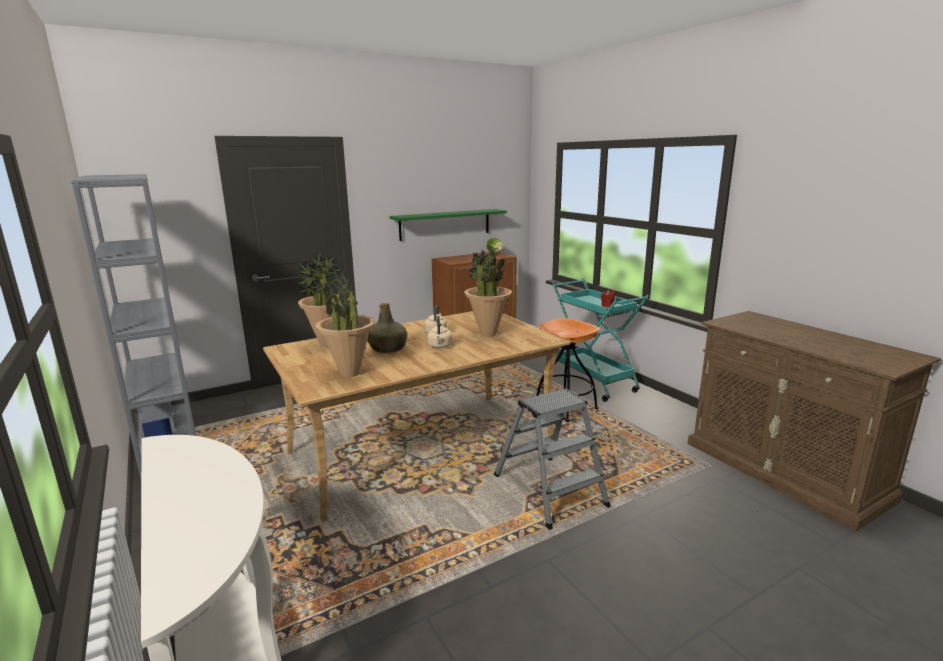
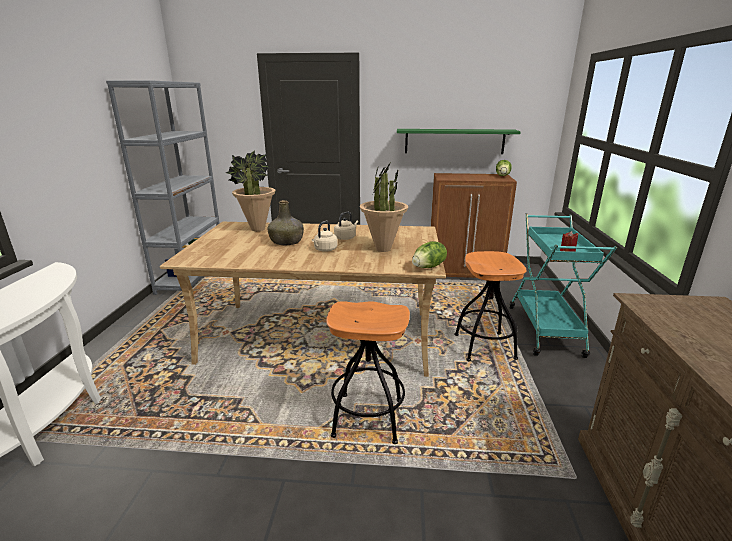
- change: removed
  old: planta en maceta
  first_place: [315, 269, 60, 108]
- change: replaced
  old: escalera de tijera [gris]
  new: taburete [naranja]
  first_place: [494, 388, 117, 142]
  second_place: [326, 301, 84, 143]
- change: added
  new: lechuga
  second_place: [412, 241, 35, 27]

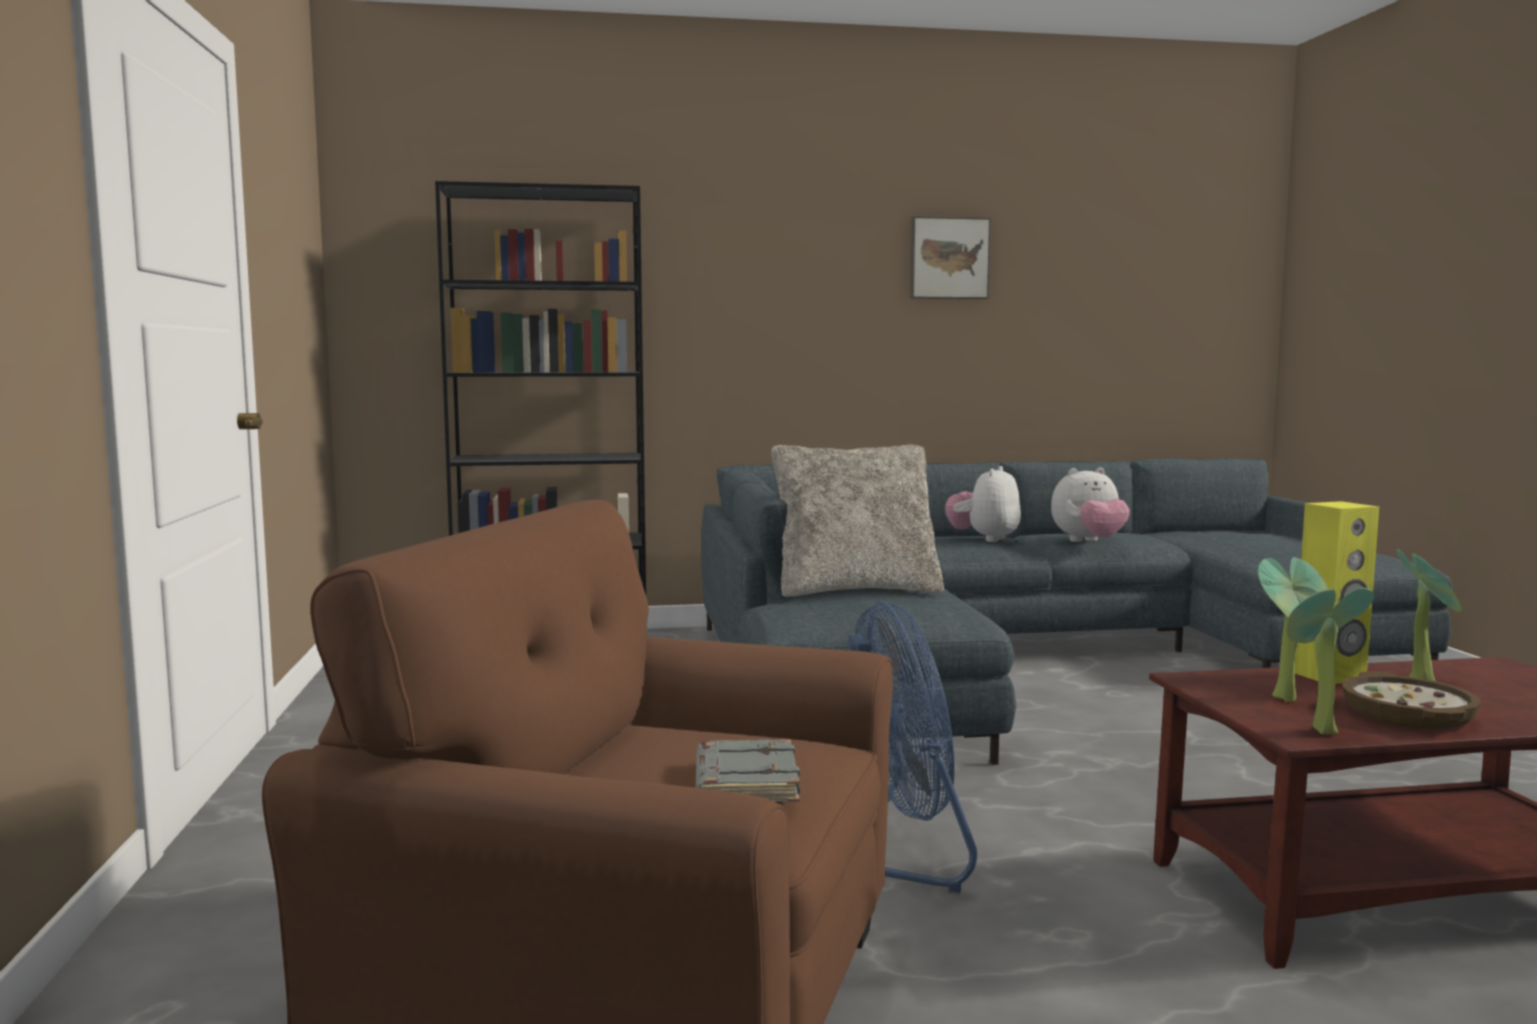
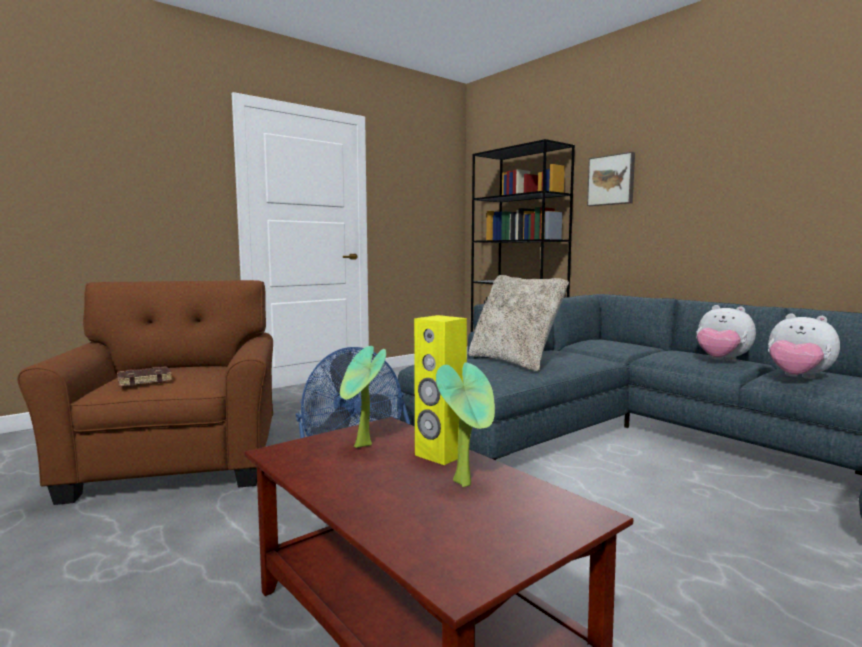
- change: recoloured
  old: libro [gris]
  new: libro [marrón]
  first_place: [696, 739, 104, 63]
  second_place: [117, 366, 55, 20]
- change: moved
  old: cuadro
  first_place: [910, 216, 81, 83]
  second_place: [587, 152, 48, 54]
- change: turned
  old: peluche
  first_place: [945, 466, 76, 76]
  second_place: [697, 305, 59, 56]
  degrees: -135
- change: removed
  old: planta en maceta
  first_place: [1286, 588, 88, 146]
- change: removed
  old: cuenco
  first_place: [1342, 671, 139, 58]

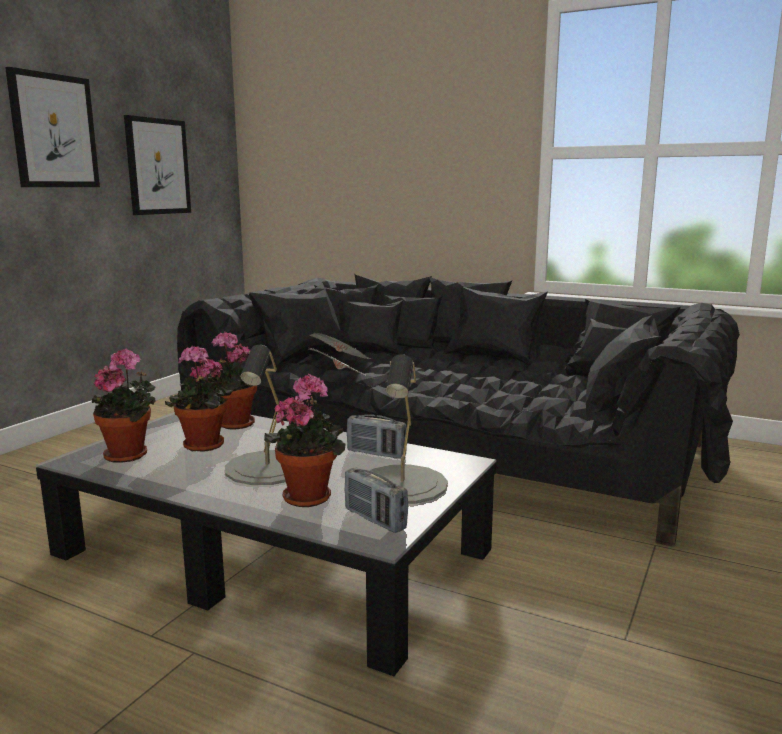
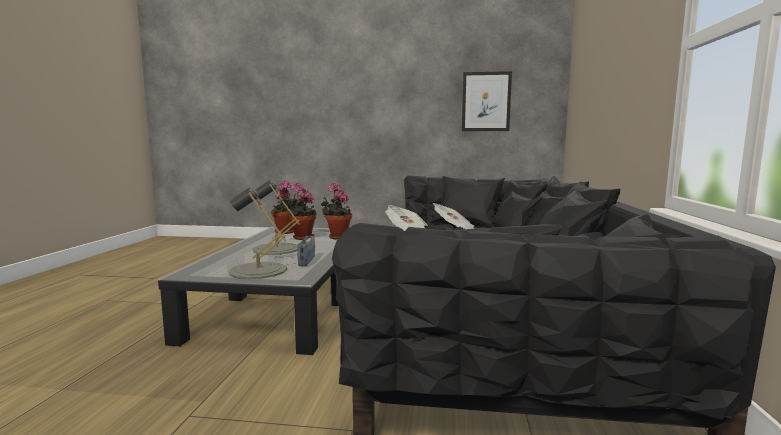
- change: removed
  old: cuadro
  first_place: [5, 67, 95, 120]
- change: removed
  old: planta en maceta
  first_place: [264, 374, 82, 133]
- change: removed
  old: radio
  first_place: [344, 467, 64, 66]

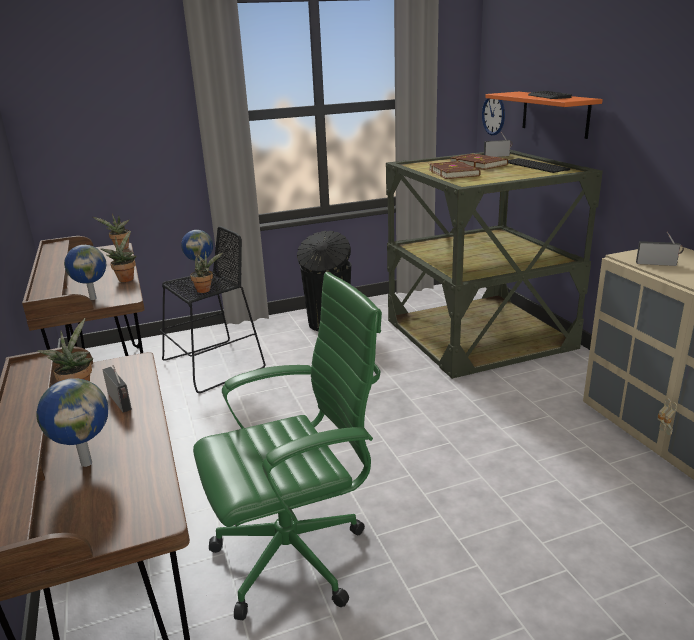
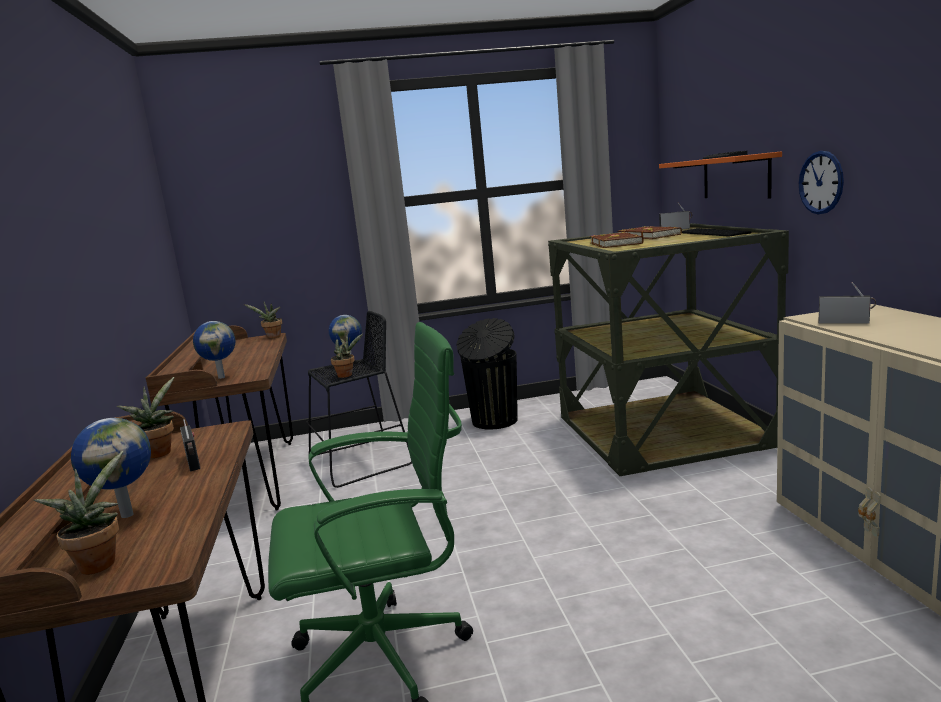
- change: moved
  old: planta en maceta
  first_place: [101, 231, 36, 51]
  second_place: [34, 451, 89, 124]
- change: moved
  old: reloj de pared
  first_place: [482, 98, 23, 37]
  second_place: [799, 151, 45, 63]

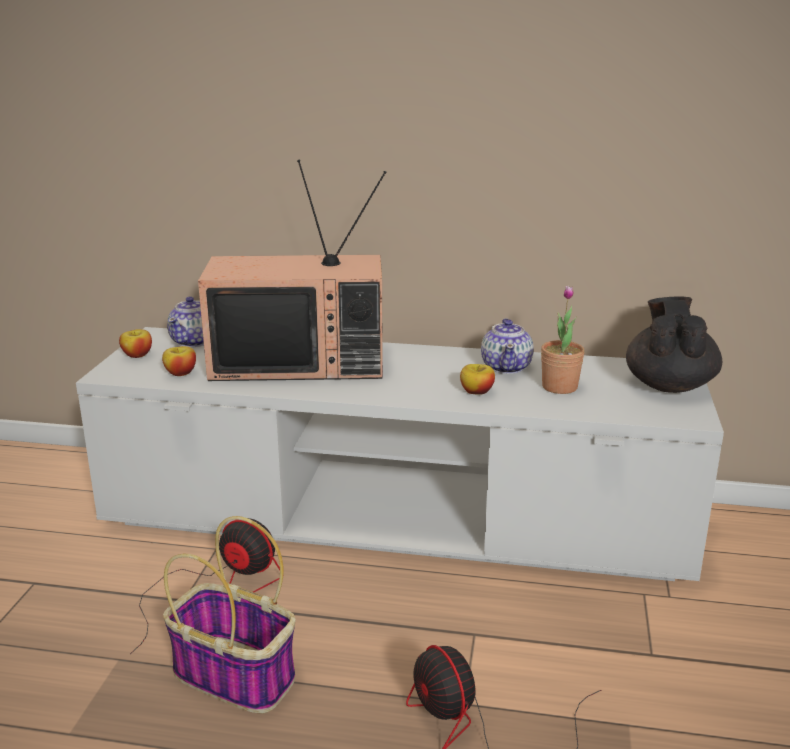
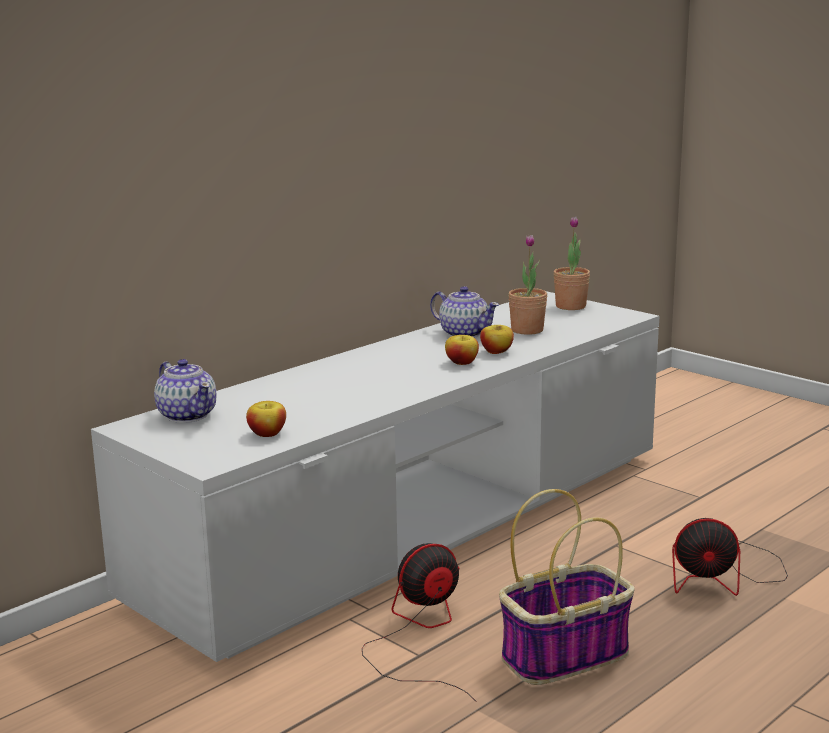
- change: moved
  old: manzana
  first_place: [119, 329, 33, 29]
  second_place: [445, 335, 34, 30]
- change: removed
  old: televisor
  first_place: [198, 160, 189, 221]
- change: replaced
  old: tetera [negro]
  new: planta en maceta
  first_place: [626, 296, 96, 97]
  second_place: [553, 217, 37, 93]

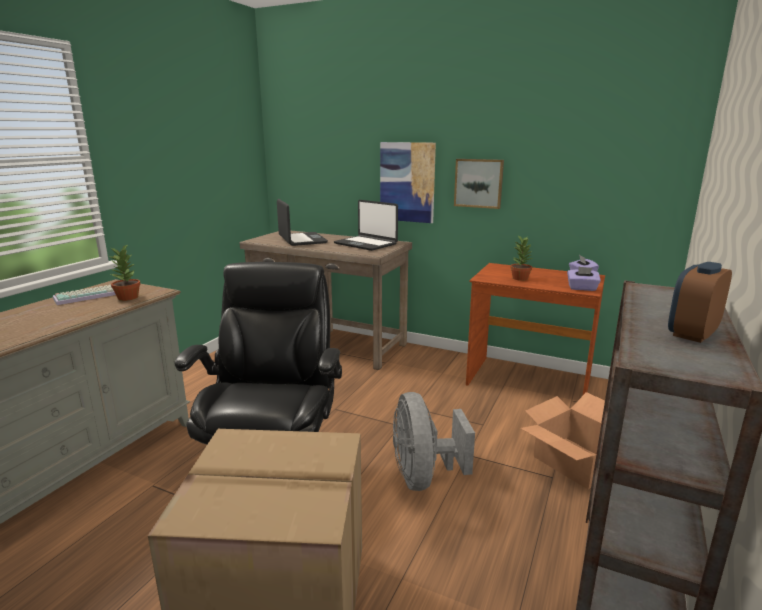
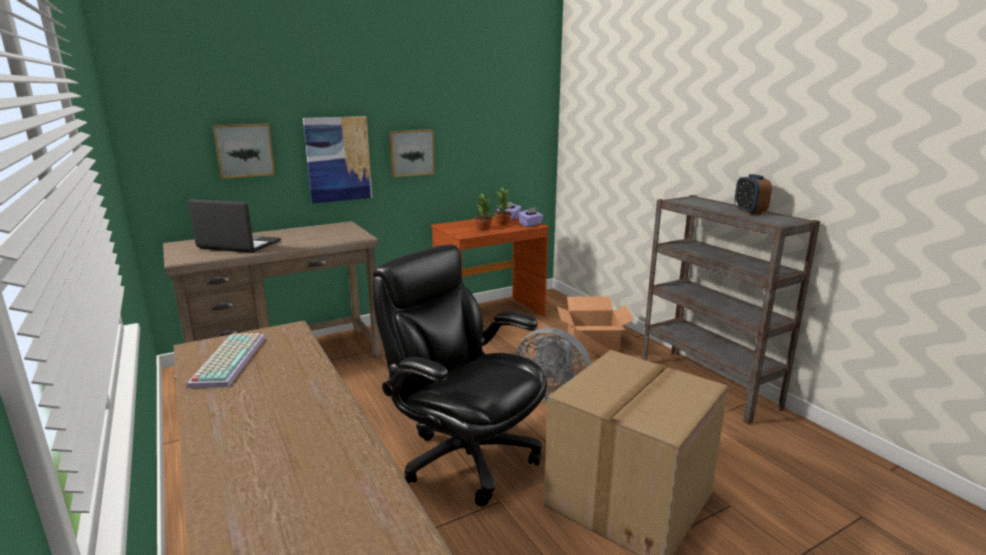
- change: moved
  old: planta en maceta
  first_place: [110, 244, 30, 57]
  second_place: [494, 188, 18, 37]
- change: removed
  old: portátil
  first_place: [334, 200, 64, 51]
- change: added
  new: cuadro
  second_place: [213, 123, 62, 56]

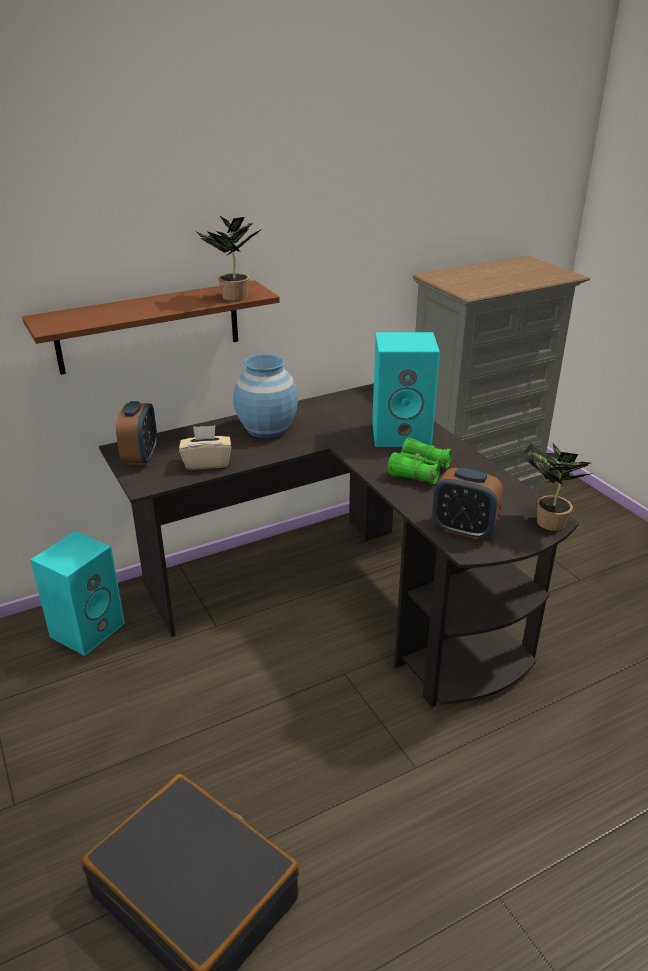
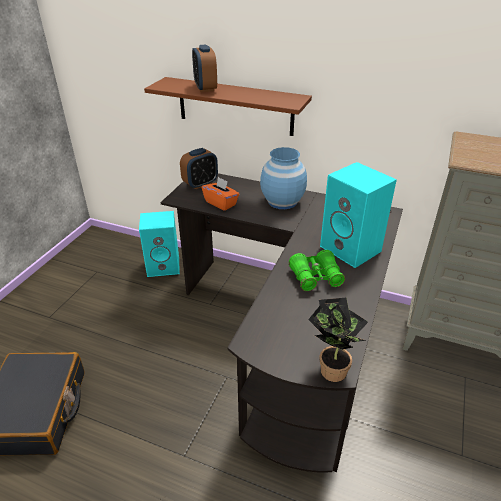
- change: recoloured
  old: caja de pañuelos [beis]
  new: caja de pañuelos [naranja]
  first_place: [179, 425, 52, 45]
  second_place: [202, 177, 37, 34]
- change: removed
  old: planta en maceta
  first_place: [194, 216, 69, 85]
- change: moved
  old: despertador
  first_place: [432, 468, 71, 72]
  second_place: [192, 45, 25, 47]

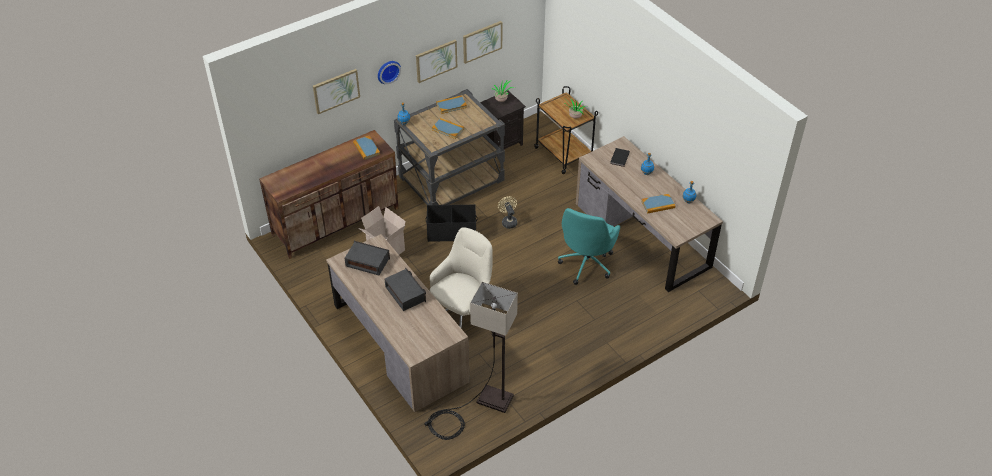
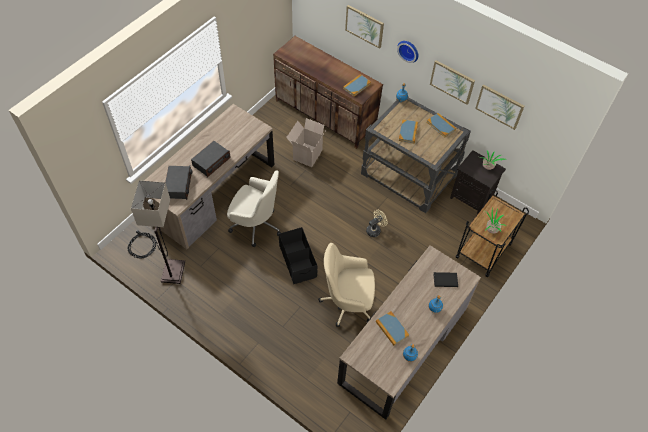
- change: moved
  old: radio
  first_place: [344, 241, 46, 34]
  second_place: [165, 165, 27, 35]
- change: moved
  old: caja de almacenaje [negro]
  first_place: [425, 204, 52, 38]
  second_place: [279, 227, 39, 57]
- change: recoloured
  old: silla de oficina [turquesa]
  new: silla de oficina [beis]
  first_place: [558, 208, 62, 77]
  second_place: [318, 243, 57, 84]

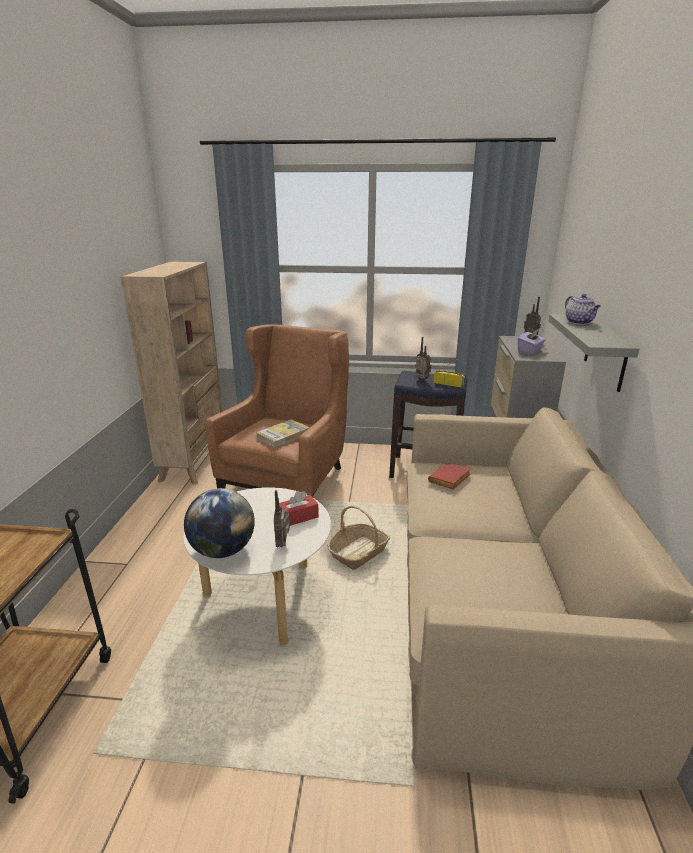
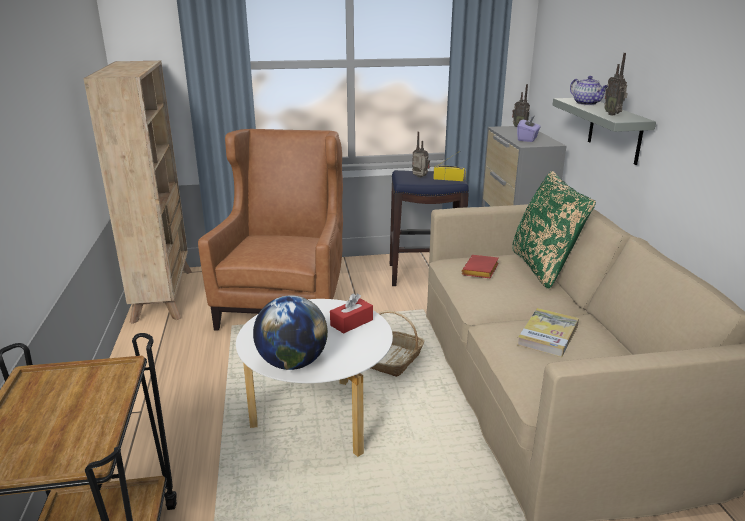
- change: moved
  old: libro
  first_place: [256, 419, 54, 28]
  second_place: [517, 308, 62, 49]
- change: moved
  old: radio
  first_place: [274, 490, 16, 57]
  second_place: [604, 53, 24, 62]
- change: added
  new: cojín [verde]
  second_place: [512, 171, 84, 118]

